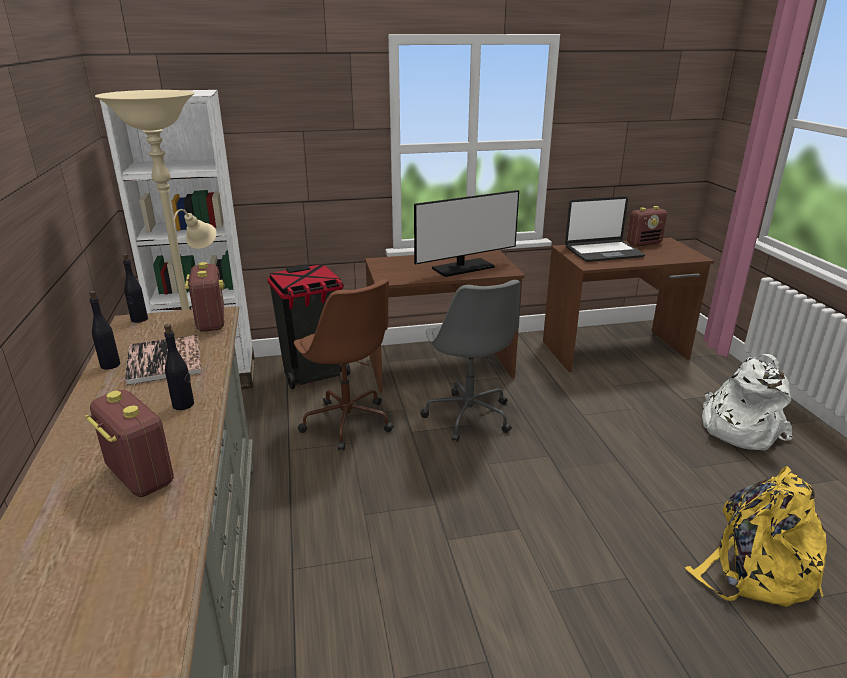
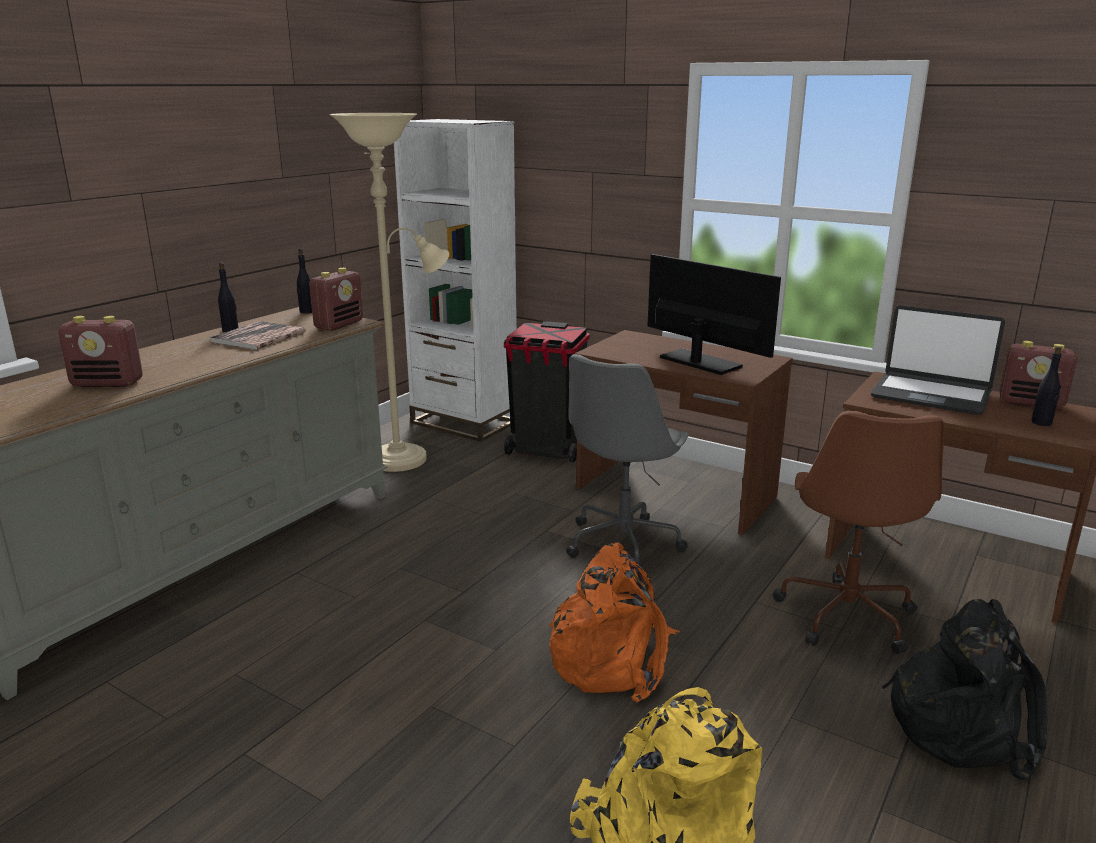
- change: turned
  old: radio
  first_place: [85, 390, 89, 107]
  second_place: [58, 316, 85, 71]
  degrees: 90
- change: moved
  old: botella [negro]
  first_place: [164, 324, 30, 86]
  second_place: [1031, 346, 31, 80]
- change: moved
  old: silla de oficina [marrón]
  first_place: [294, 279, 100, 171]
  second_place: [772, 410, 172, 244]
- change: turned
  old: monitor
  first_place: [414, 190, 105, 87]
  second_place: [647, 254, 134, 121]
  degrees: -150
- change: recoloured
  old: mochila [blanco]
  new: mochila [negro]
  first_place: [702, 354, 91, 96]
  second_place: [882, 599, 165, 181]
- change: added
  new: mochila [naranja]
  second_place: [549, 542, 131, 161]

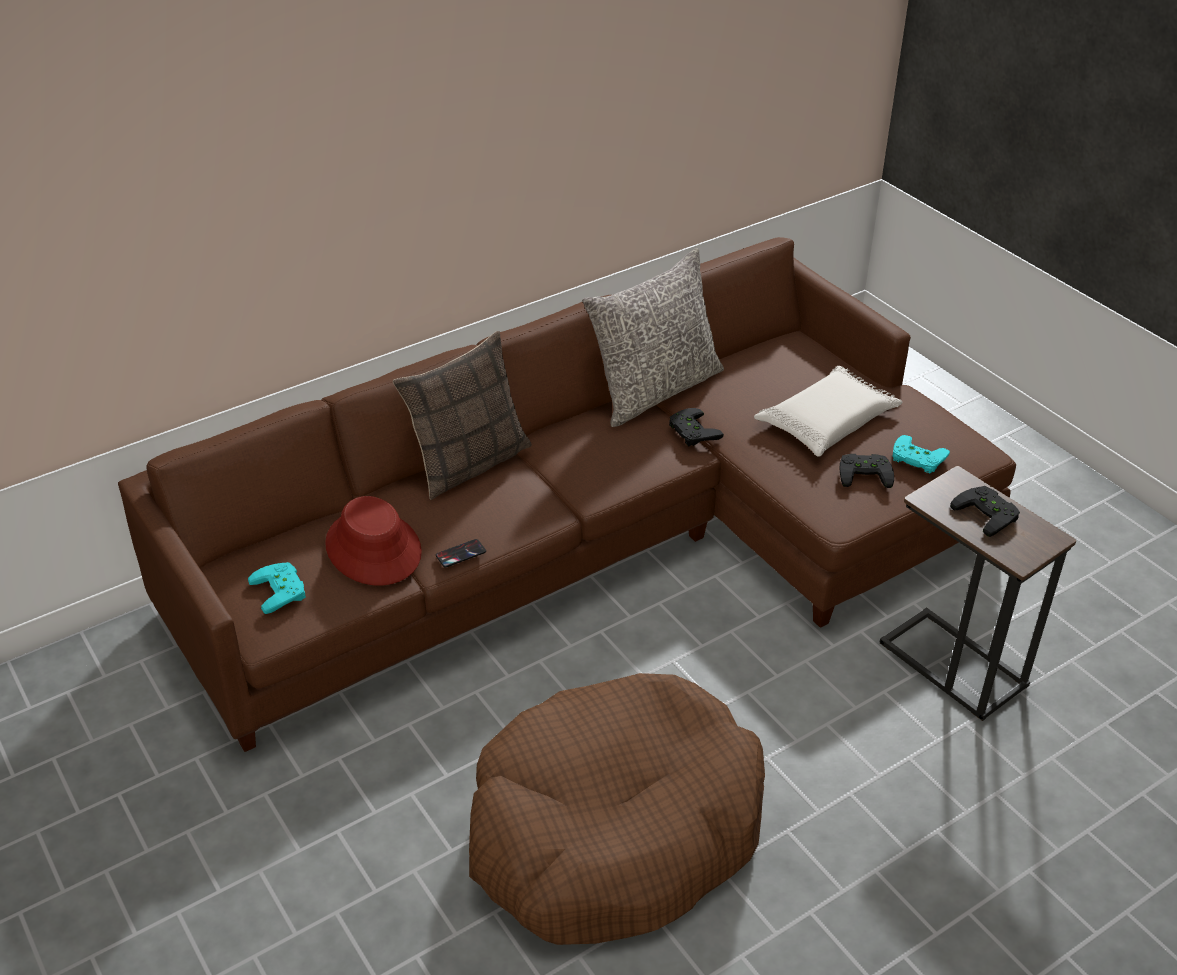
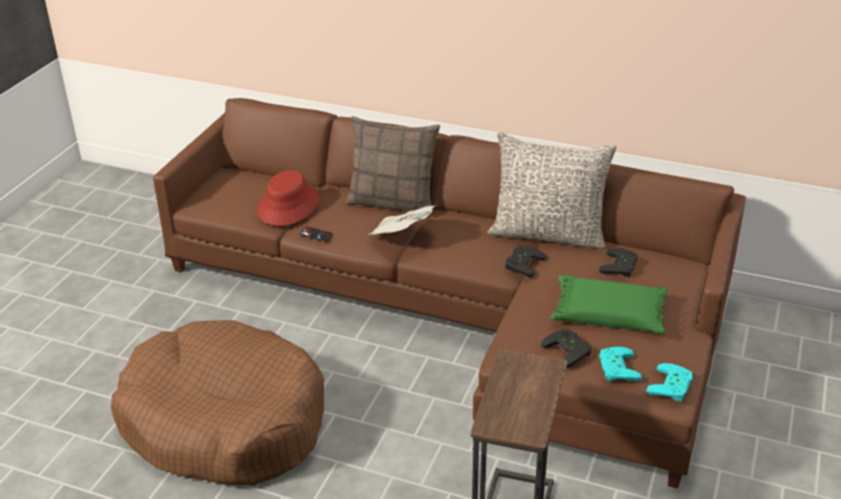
- change: moved
  old: mando de consola [turquesa]
  first_place: [248, 562, 58, 52]
  second_place: [646, 363, 46, 38]
- change: recoloured
  old: cojín [blanco]
  new: cojín [verde]
  first_place: [754, 366, 148, 91]
  second_place: [550, 274, 118, 60]
- change: moved
  old: mando de consola [negro]
  first_place: [950, 486, 70, 51]
  second_place: [599, 248, 38, 29]
- change: added
  new: periódico
  second_place: [369, 205, 67, 30]

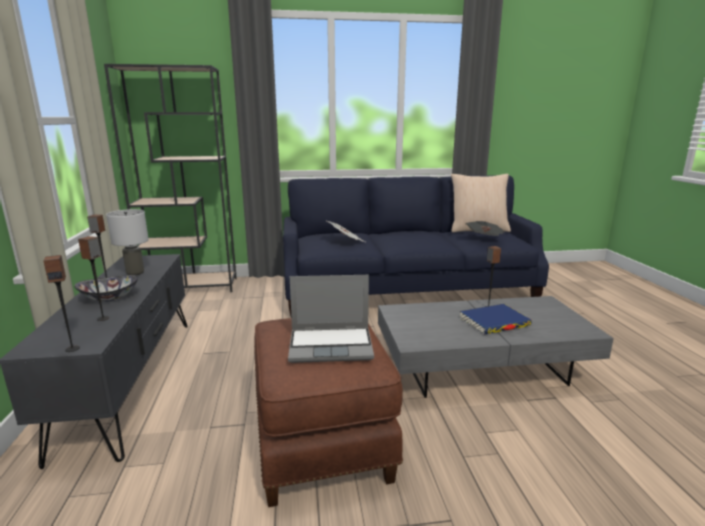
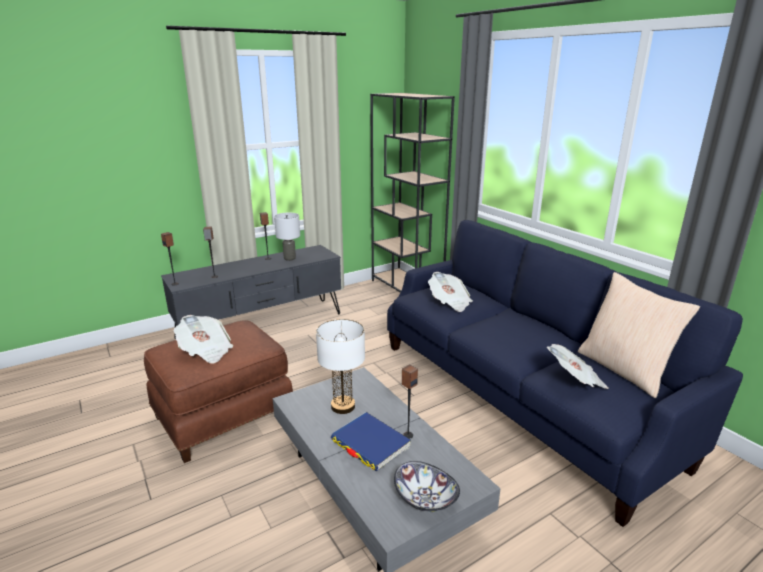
- change: moved
  old: cuenco
  first_place: [74, 275, 65, 27]
  second_place: [394, 461, 66, 51]
- change: replaced
  old: portátil
  new: periódico
  first_place: [288, 275, 86, 88]
  second_place: [174, 315, 59, 49]
- change: added
  new: lámpara de mesa
  second_place: [316, 319, 49, 95]

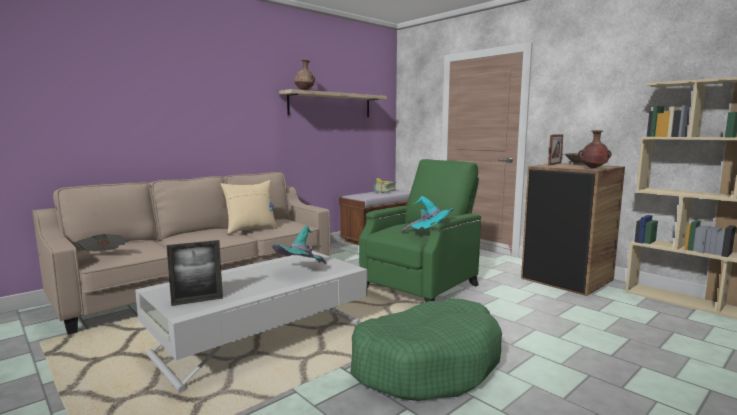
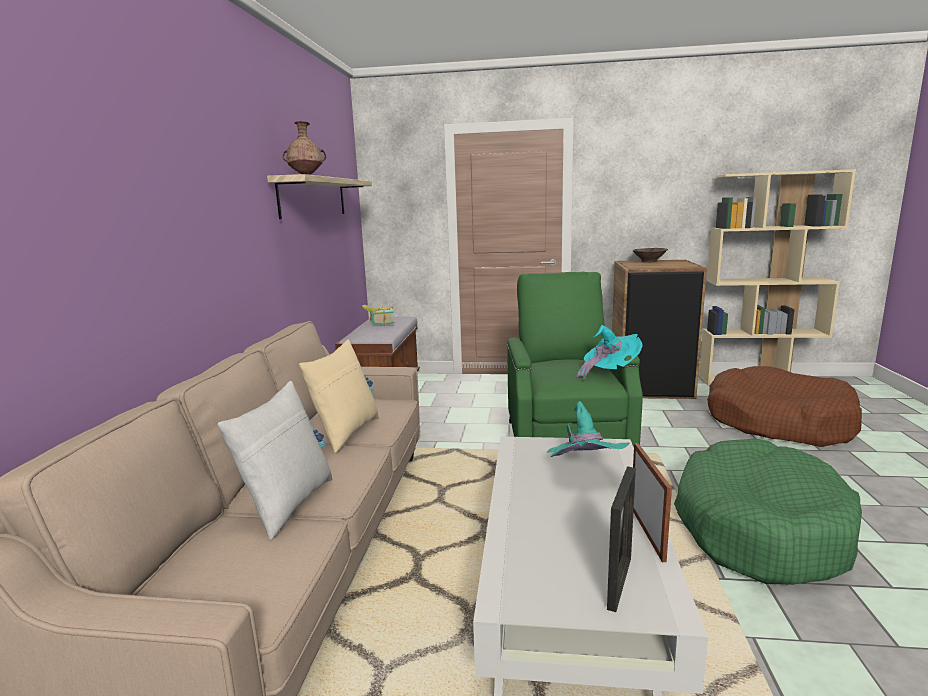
- change: removed
  old: periódico
  first_place: [75, 234, 53, 17]
- change: moved
  old: portarretratos
  first_place: [548, 134, 15, 31]
  second_place: [633, 443, 39, 119]
- change: removed
  old: florero [marrón]
  first_place: [578, 130, 34, 39]
- change: added
  new: cojín [gris]
  second_place: [217, 381, 115, 159]
- change: added
  new: cama para perro [marrón]
  second_place: [707, 366, 155, 81]

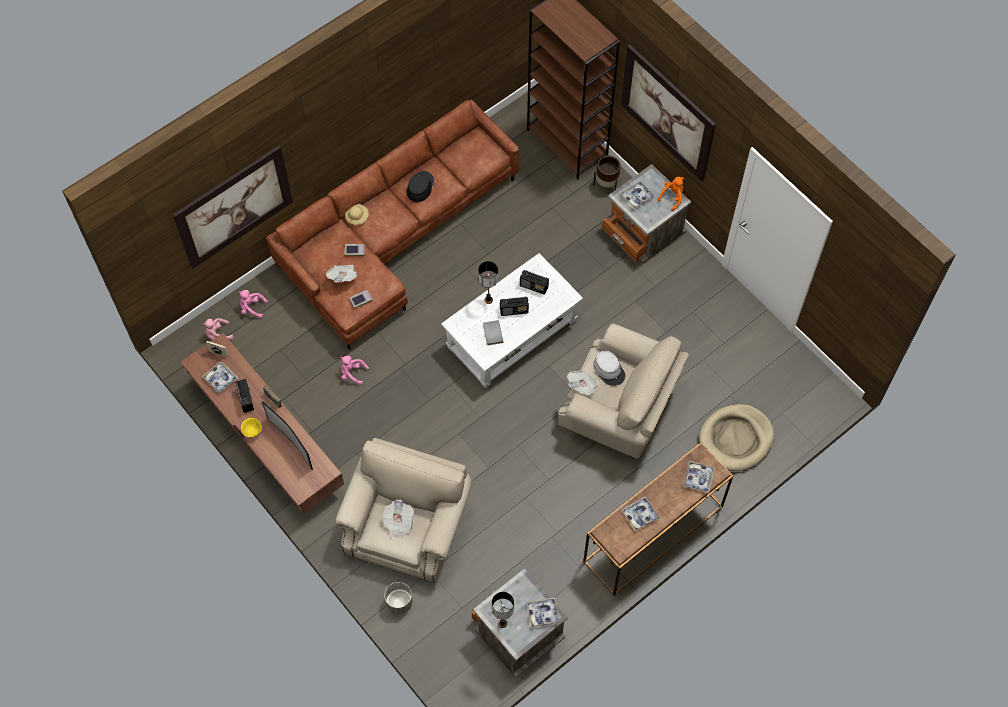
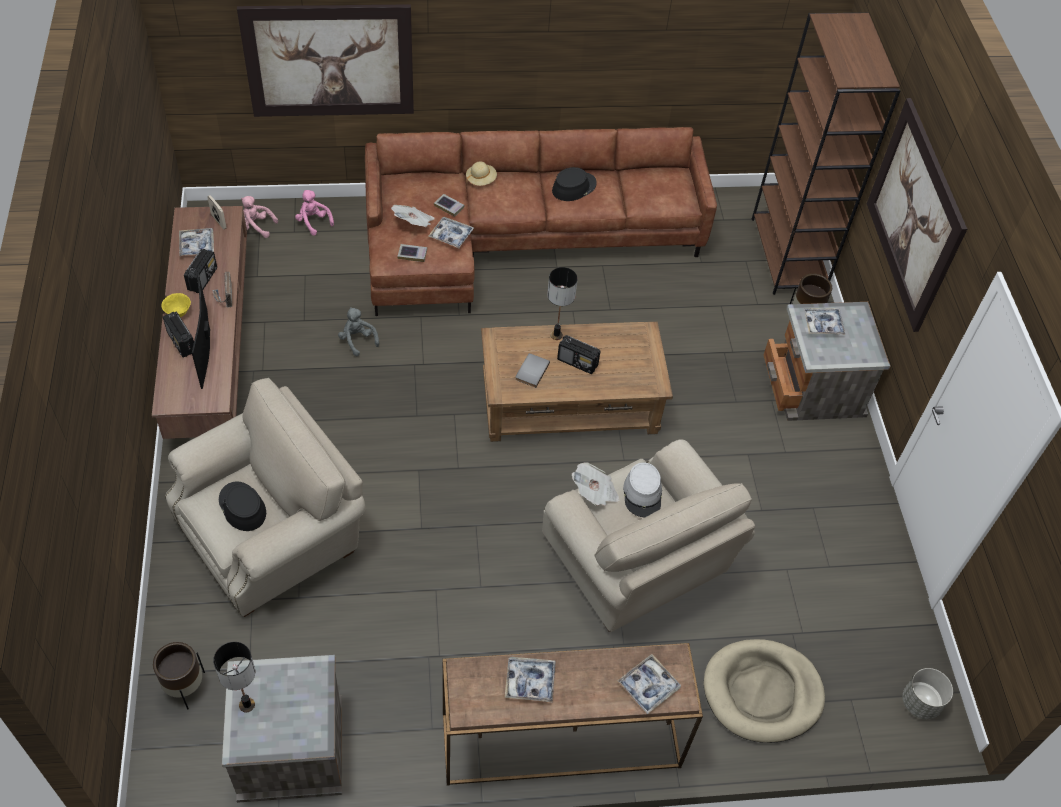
- change: recoloured
  old: peluche [rosa]
  new: peluche [gris]
  first_place: [341, 356, 28, 29]
  second_place: [338, 307, 41, 50]
- change: replaced
  old: periódico
  new: sombrero [negro]
  first_place: [382, 500, 33, 40]
  second_place: [219, 481, 47, 50]
- change: moved
  old: maceta [gris]
  first_place: [384, 582, 29, 33]
  second_place: [903, 668, 50, 51]
- change: recoloured
  old: mesa de centro [blanco]
  new: mesa de centro [marrón]
  first_place: [441, 253, 142, 135]
  second_place: [481, 322, 192, 120]
- change: moved
  old: radio
  first_place: [520, 270, 29, 25]
  second_place: [163, 312, 31, 45]
- change: moved
  old: bandeja
  first_place: [527, 598, 33, 30]
  second_place: [428, 217, 46, 31]
- change: removed
  old: peluche [naranja]
  first_place: [658, 177, 26, 34]
- change: added
  new: maceta [marrón]
  second_place: [153, 642, 52, 67]

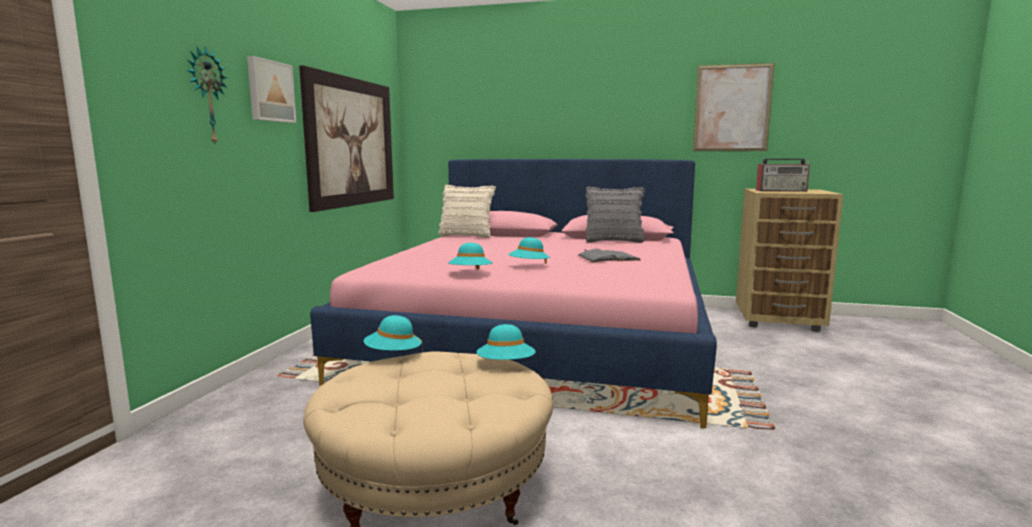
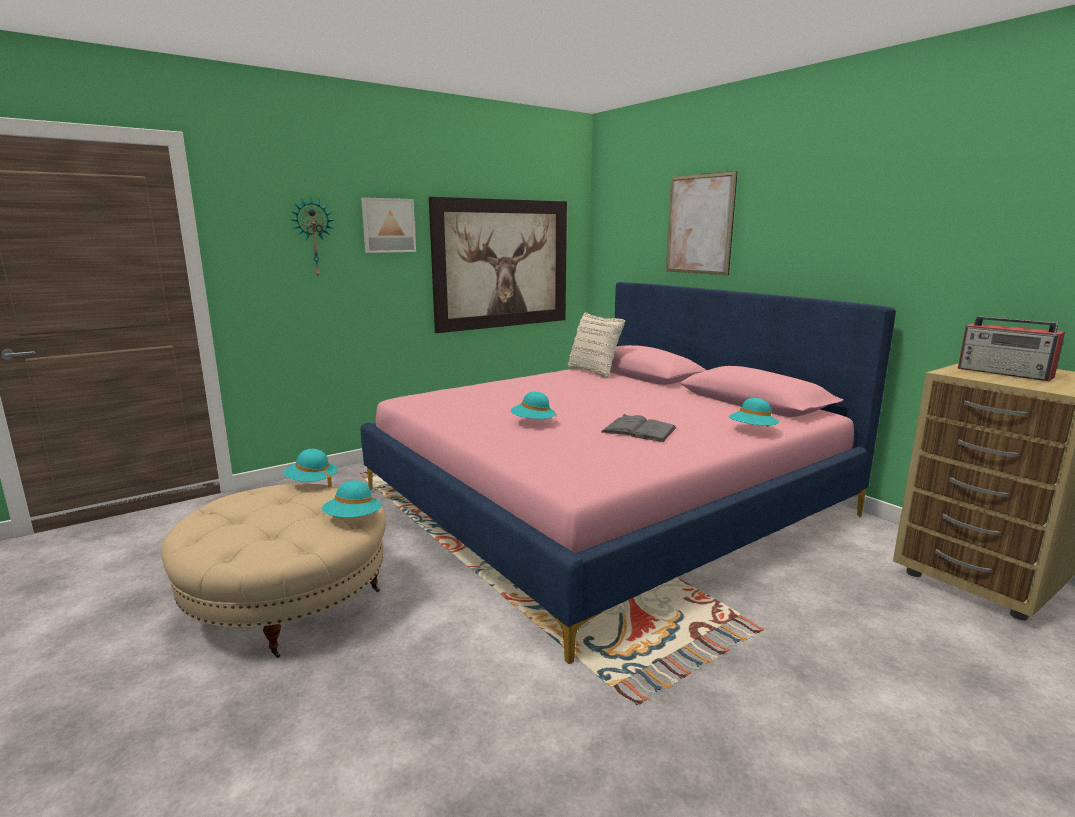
- change: moved
  old: sombrero [turquesa]
  first_place: [448, 243, 45, 26]
  second_place: [729, 398, 50, 29]
- change: removed
  old: cojín [gris]
  first_place: [586, 186, 59, 57]
- change: moved
  old: cuadro
  first_place: [693, 63, 82, 88]
  second_place: [666, 171, 72, 104]

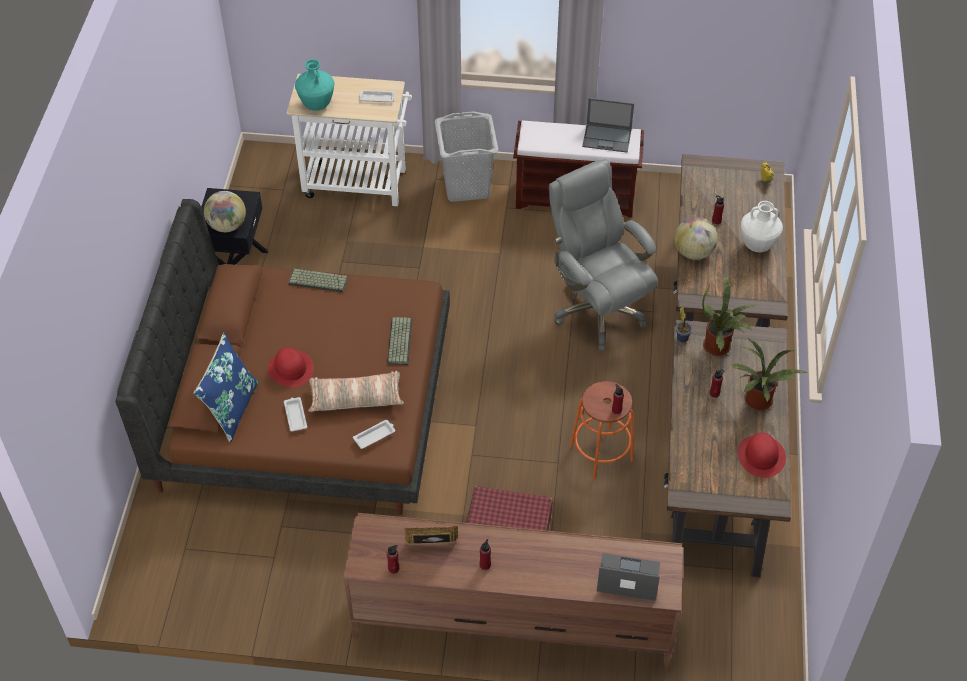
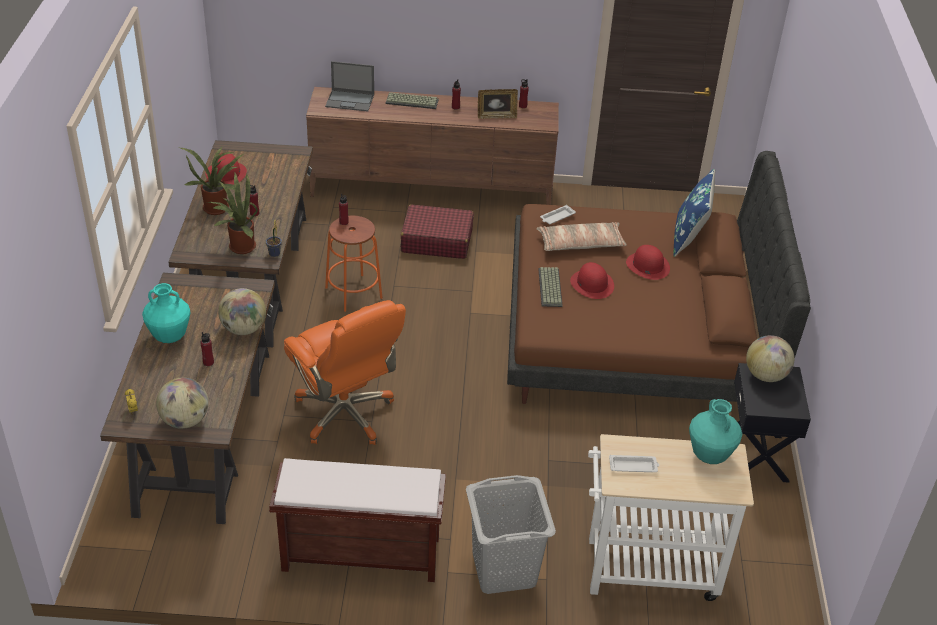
- change: removed
  old: bandeja [blanco]
  first_place: [284, 397, 23, 35]
- change: moved
  old: teclado
  first_place: [288, 269, 61, 23]
  second_place: [386, 92, 53, 17]
- change: recoloured
  old: silla de oficina [gris]
  new: silla de oficina [naranja]
  first_place: [549, 159, 109, 193]
  second_place: [284, 300, 122, 145]
- change: removed
  old: portátil
  first_place: [582, 98, 52, 55]
- change: recoloured
  old: florero [blanco]
  new: florero [turquesa]
  first_place: [741, 201, 42, 51]
  second_place: [142, 283, 48, 60]
- change: added
  new: globo terráqueo
  second_place: [156, 378, 53, 51]
- change: added
  new: sombrero [rojo]
  second_place: [570, 262, 44, 37]

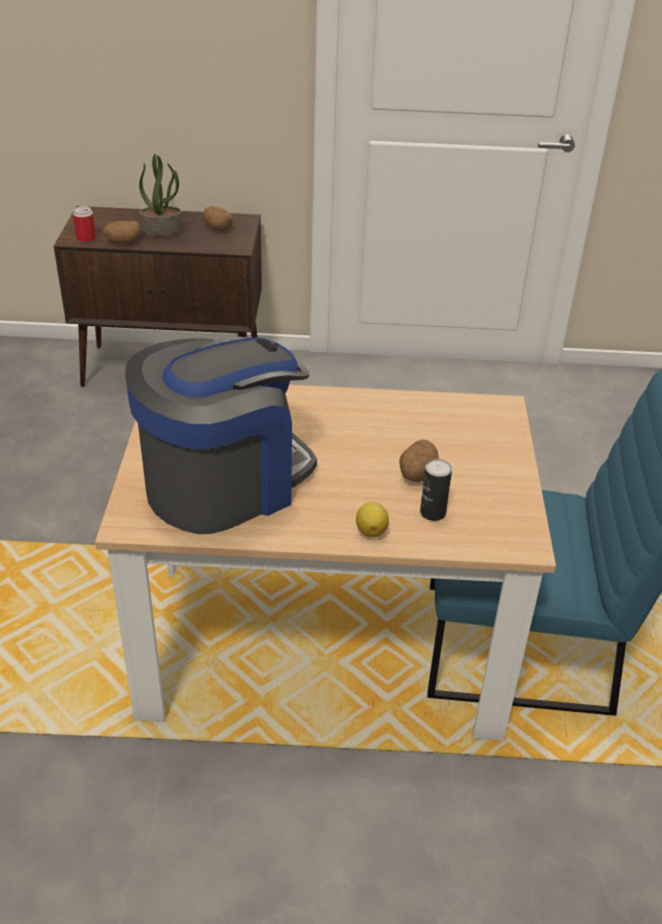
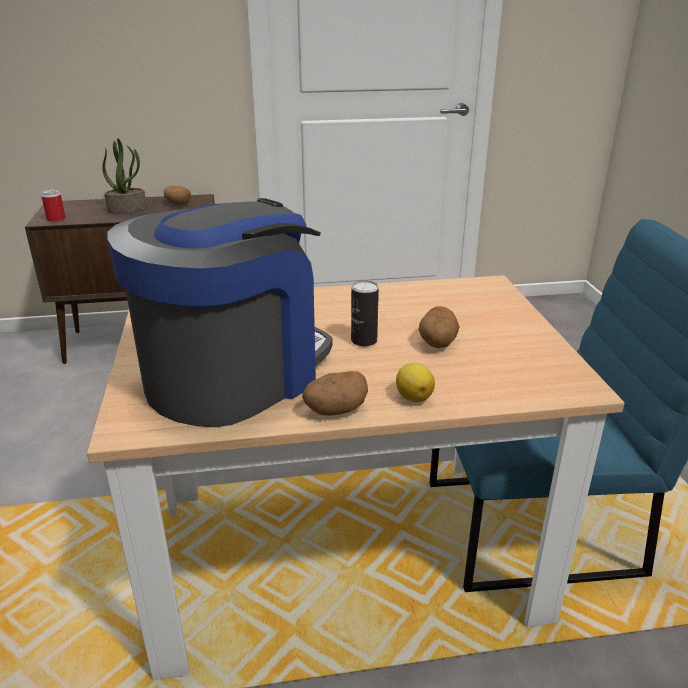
- change: moved
  old: patata
  first_place: [103, 221, 38, 22]
  second_place: [302, 371, 66, 45]
- change: moved
  old: lata
  first_place: [420, 459, 32, 62]
  second_place: [351, 280, 28, 66]

